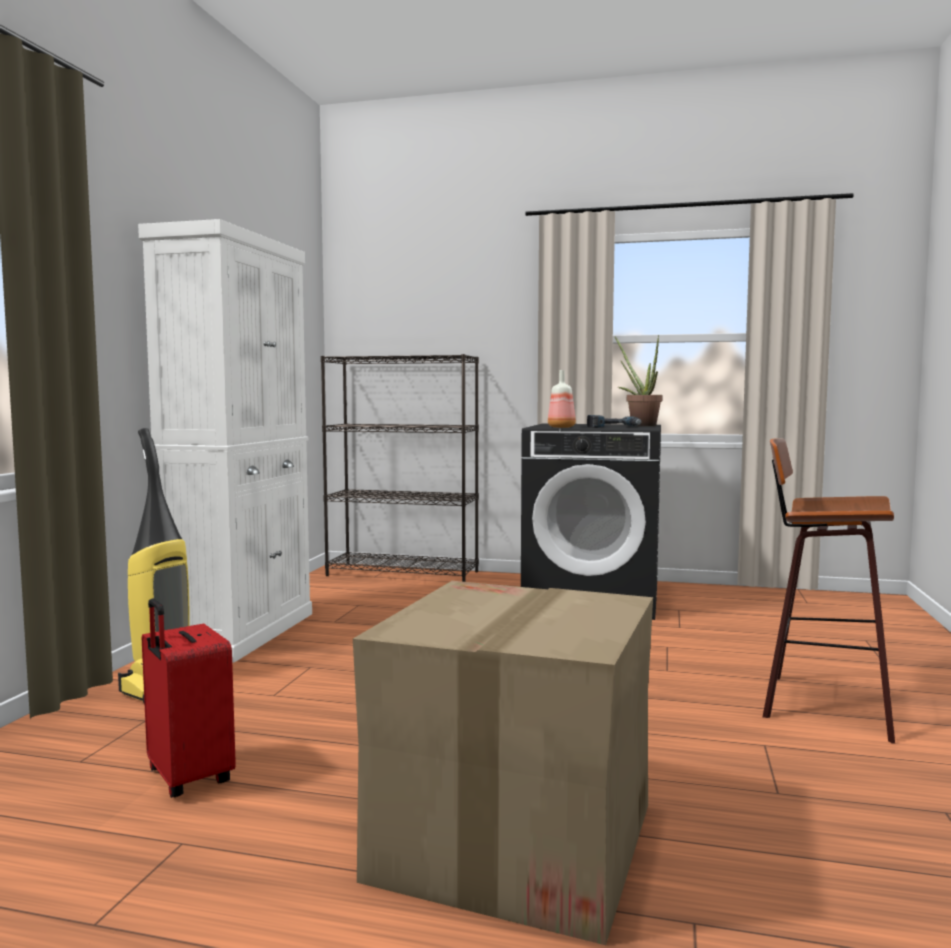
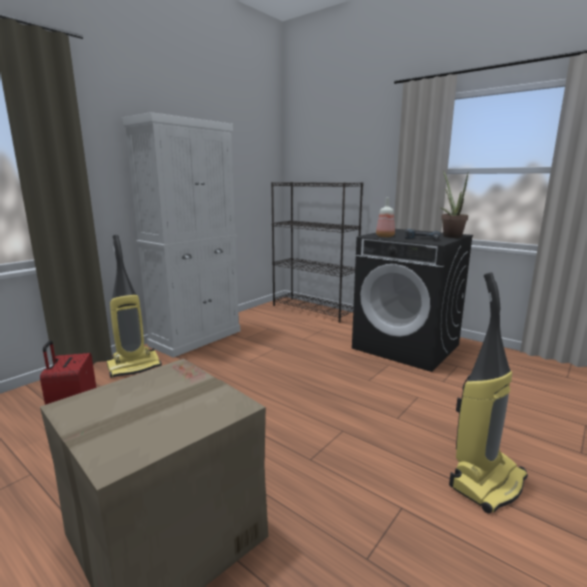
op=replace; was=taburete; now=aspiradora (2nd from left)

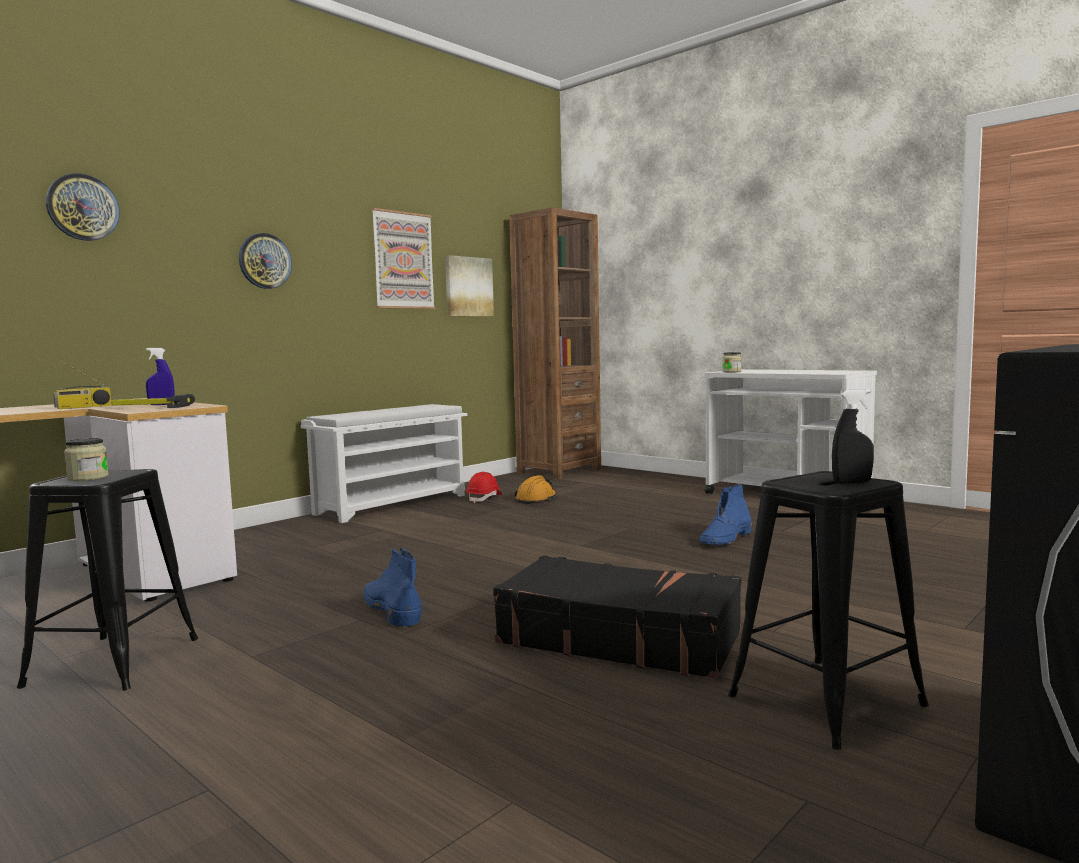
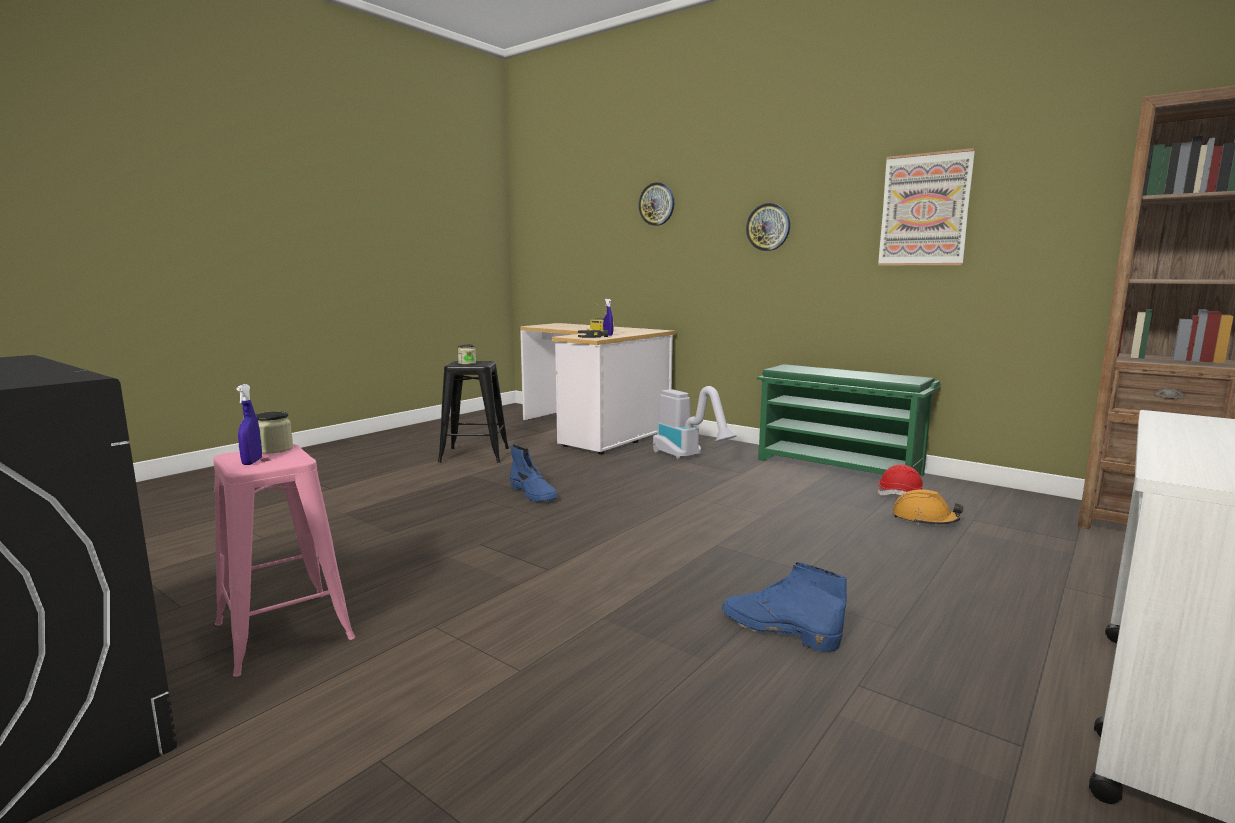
op=delete; was=cuadro (2nd from left)
op=delete; was=maleta (negro)
op=insert; now=aspiradora
op=move; was=tarro (2nd from left in the first image); now=tarro (1st from left)
op=recolor; was=zapatero (blanco); now=zapatero (verde)
op=recolor; was=taburete (negro) (2nd from left); now=taburete (rosa)
op=recolor; was=pulverizador (negro); now=pulverizador (azul) (1st from left)
op=rotate; was=bota (azul) (1st from left); clockwise=90

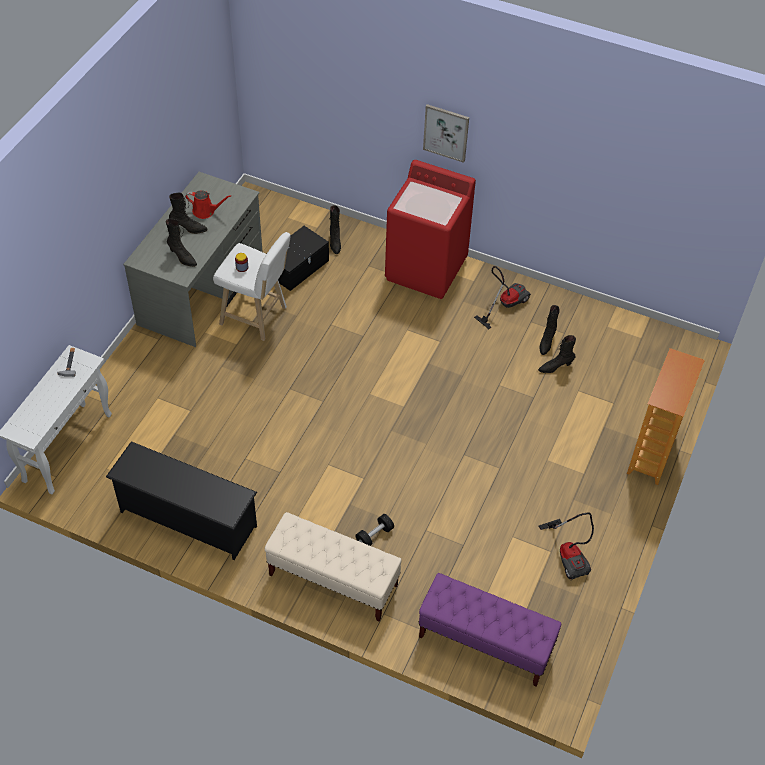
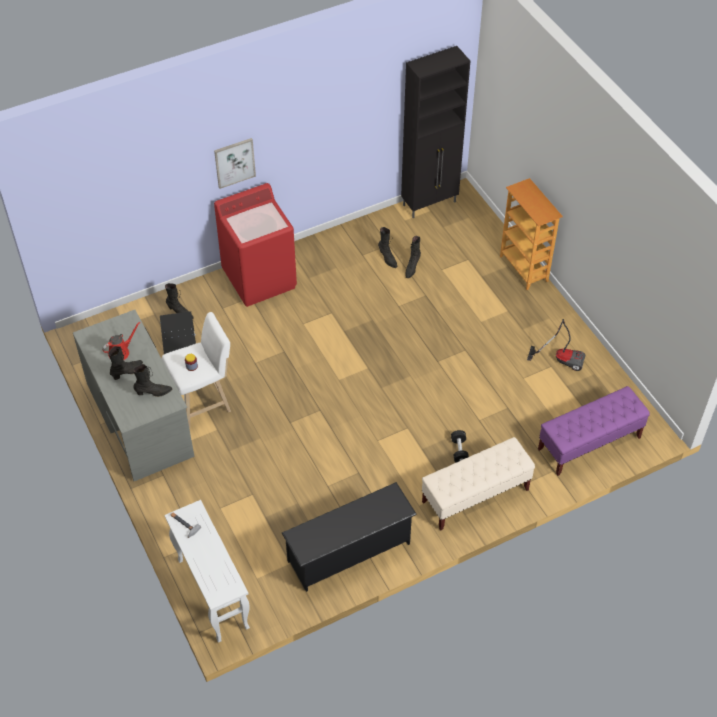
op=delete; was=aspiradora (1st from left)
op=insert; now=armario (negro)

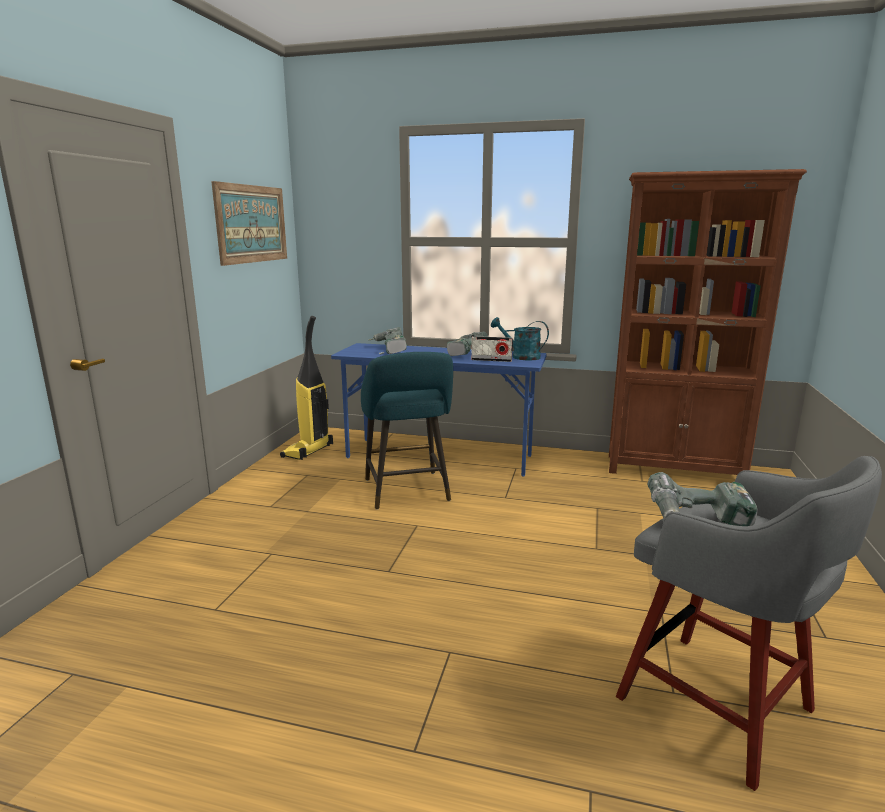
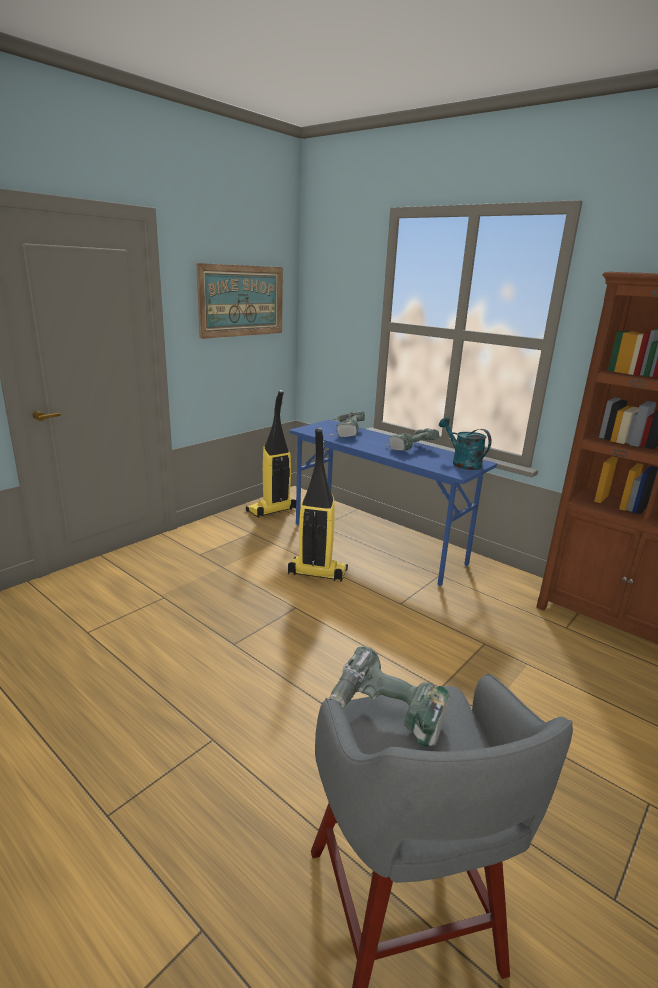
op=delete; was=radio
op=replace; was=taburete (turquesa); now=aspiradora (2nd from left)

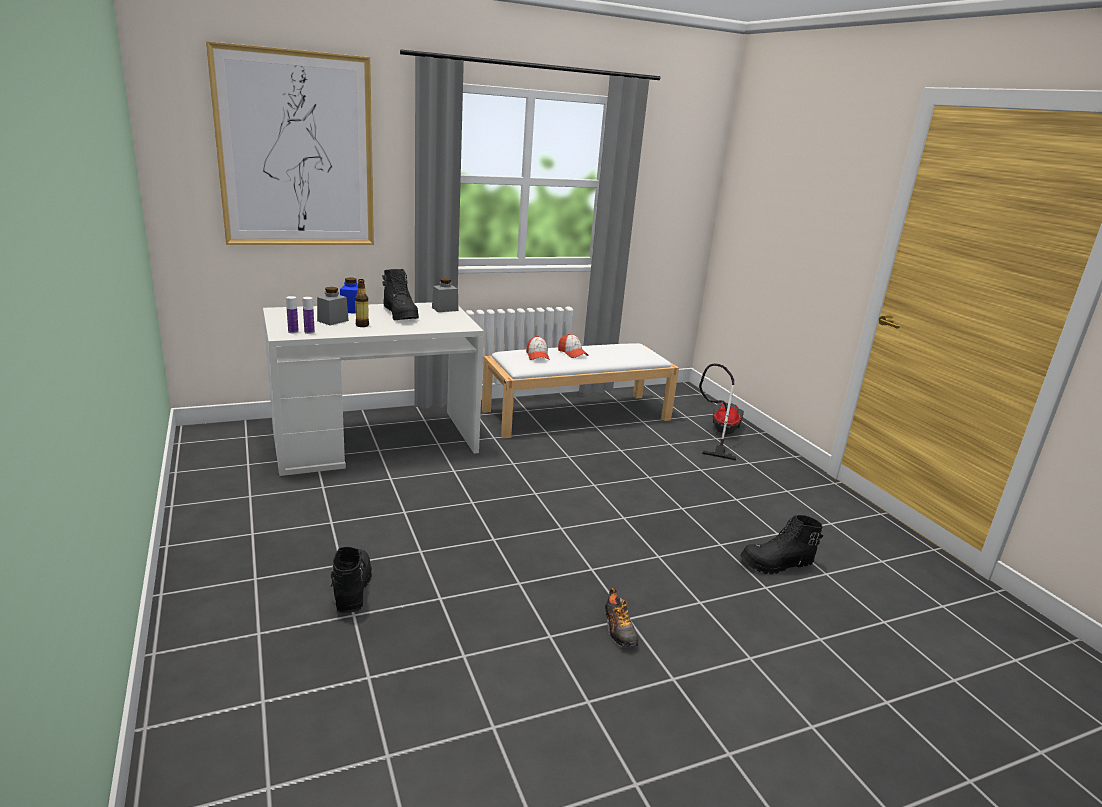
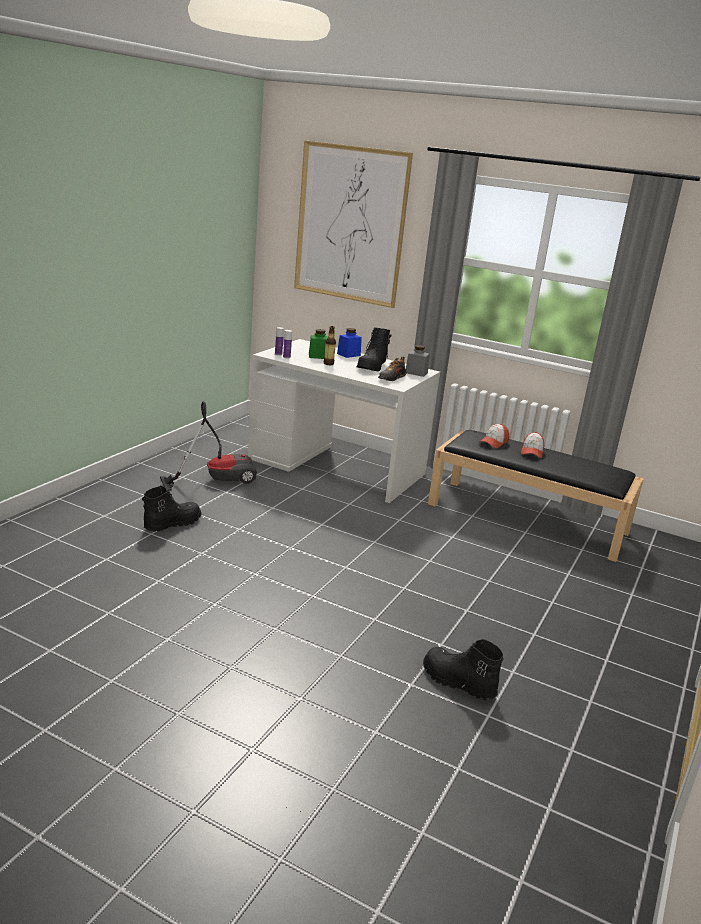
op=move; was=zapato
op=move; was=aspiradora
op=recolor; was=tarro (gris) (1st from left); now=tarro (verde)
op=recolor; was=banco (blanco); now=banco (negro)

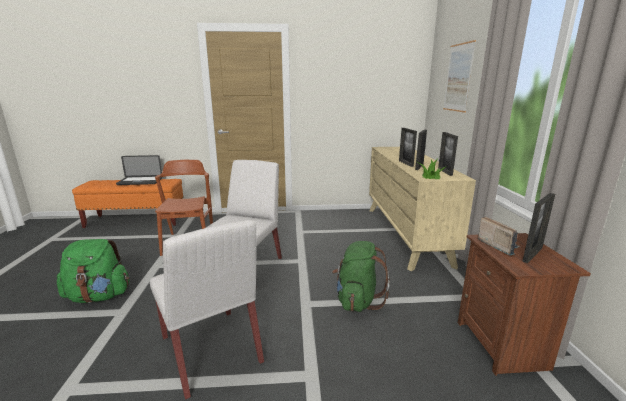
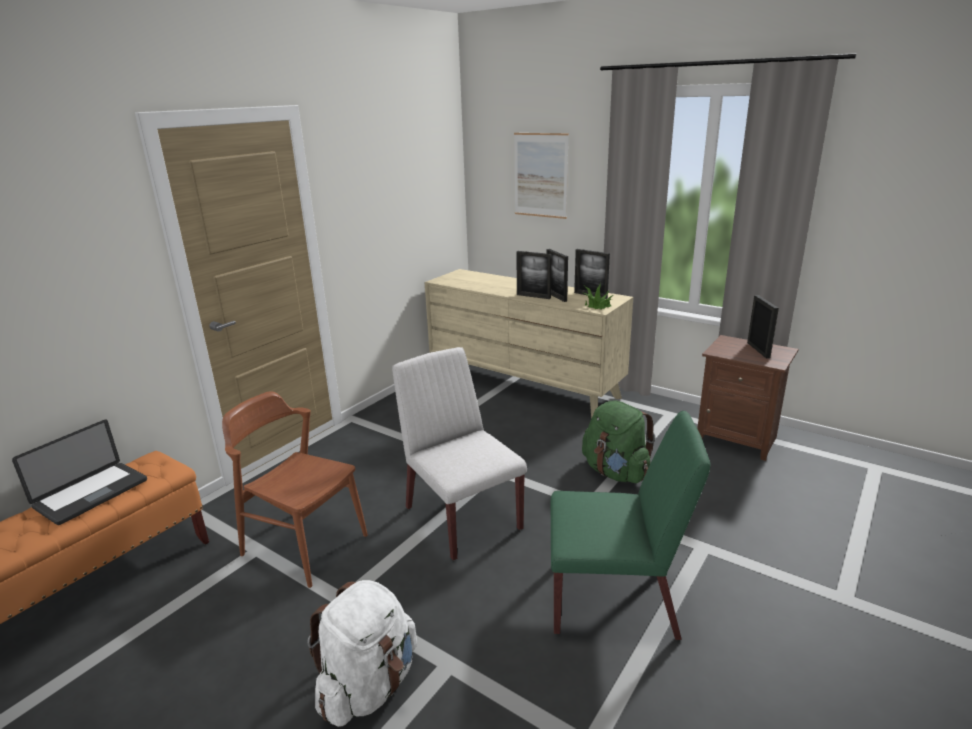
op=delete; was=radio
op=recolor; was=mochila (verde) (1st from left); now=mochila (blanco)
op=recolor; was=silla (blanco) (1st from left); now=silla (verde)

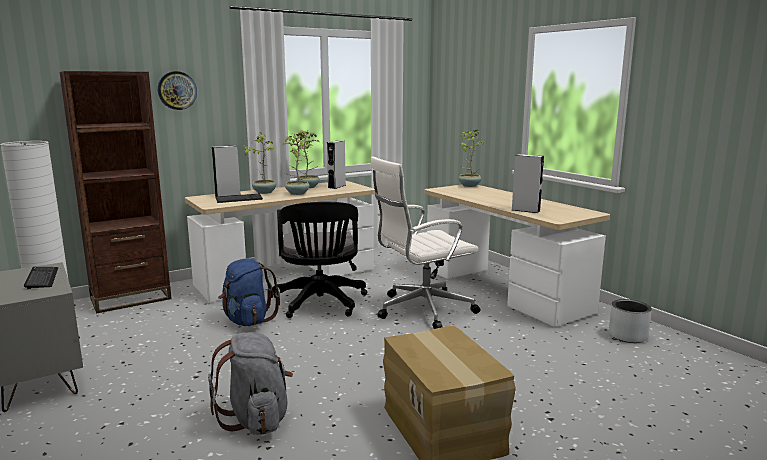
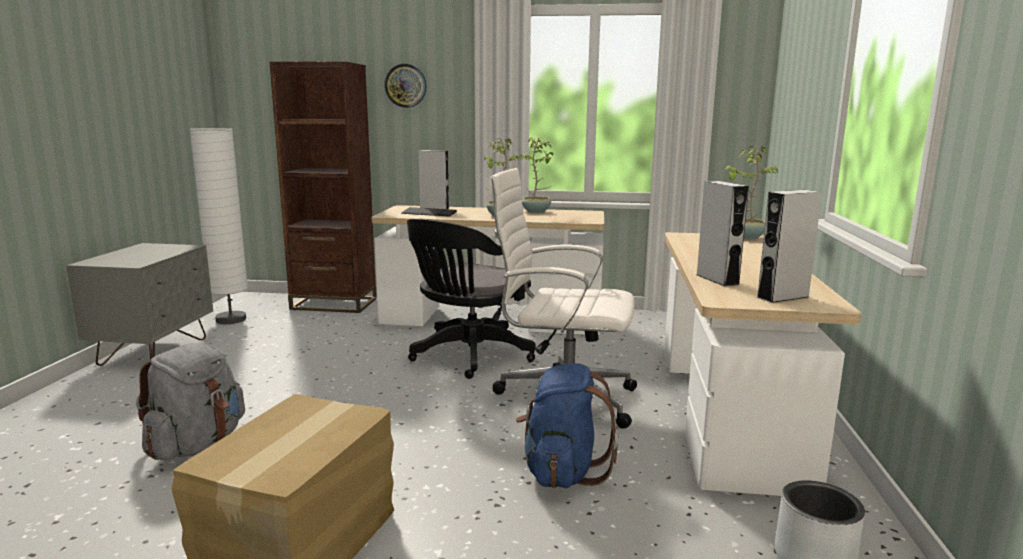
op=delete; was=teclado (1st from left)
op=delete; was=planta en maceta (1st from left)
op=move; was=mochila (azul)
op=move; was=altavoz (gris) (2nd from left in the first image); now=altavoz (gris) (3rd from left)

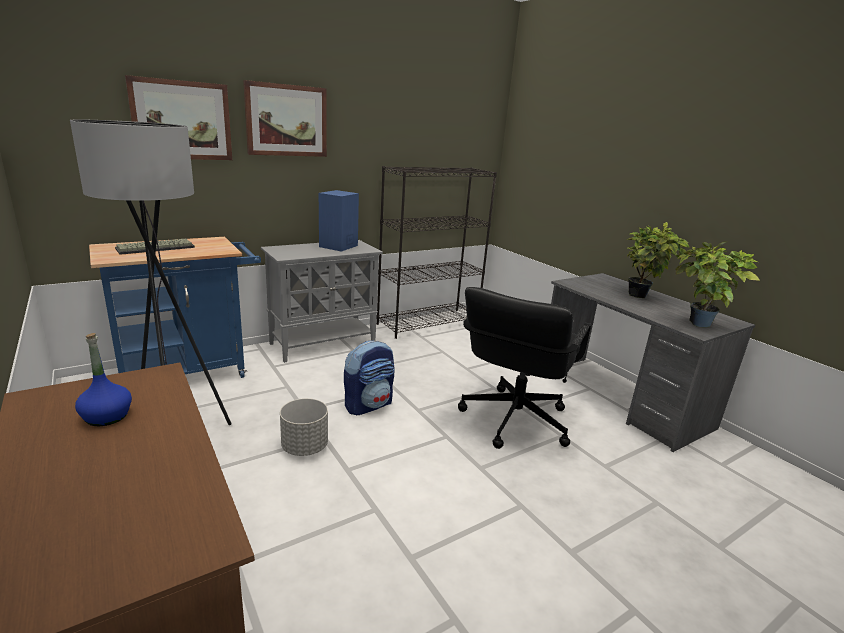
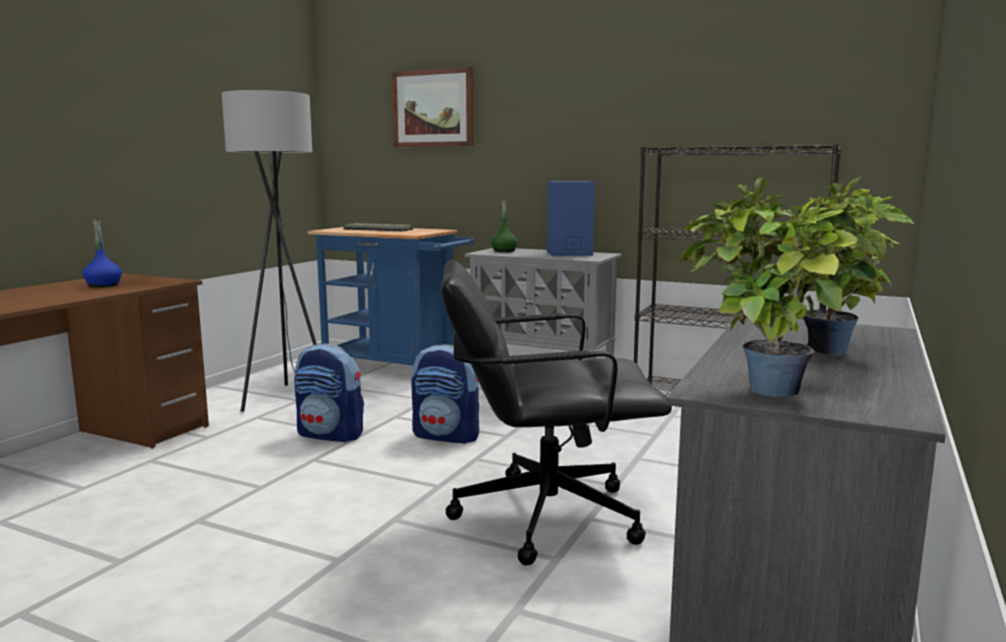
op=delete; was=cuadro (2nd from left)
op=insert; now=botella (verde)
op=replace; was=maceta (gris); now=mochila (1st from left)

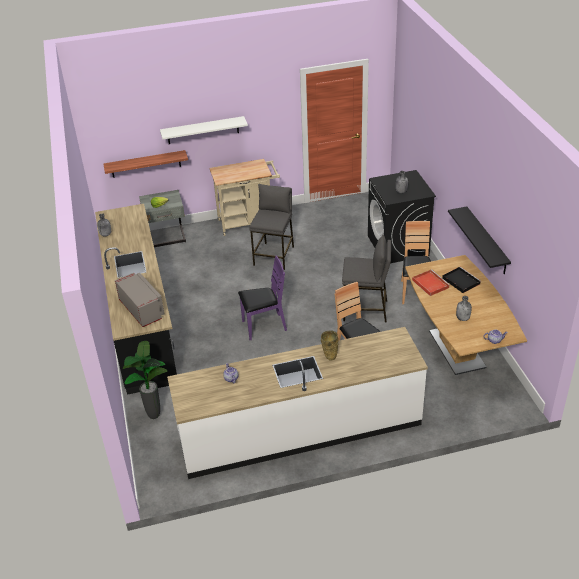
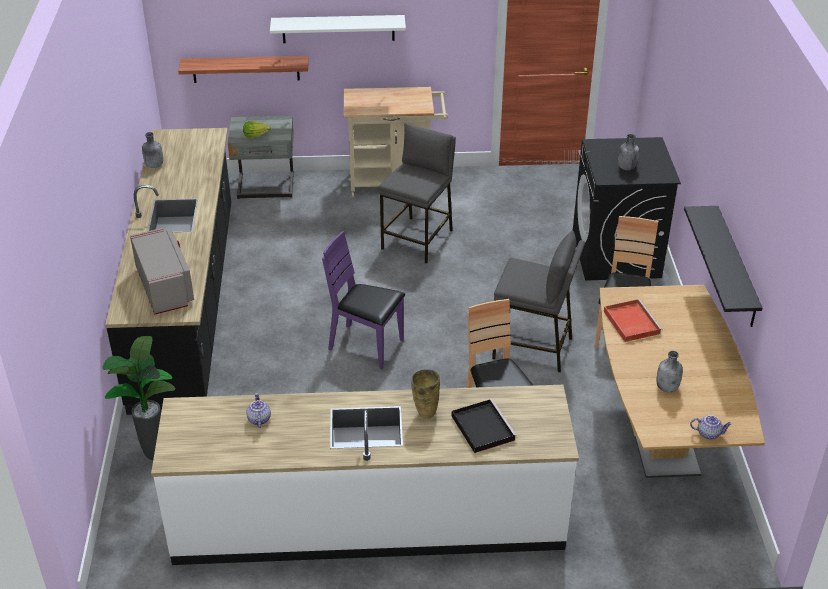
op=move; was=bandeja (negro)
op=rotate; was=silla (morado); clockwise=-150

